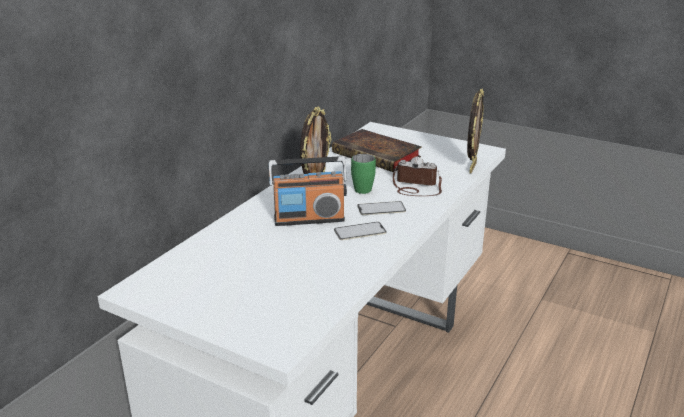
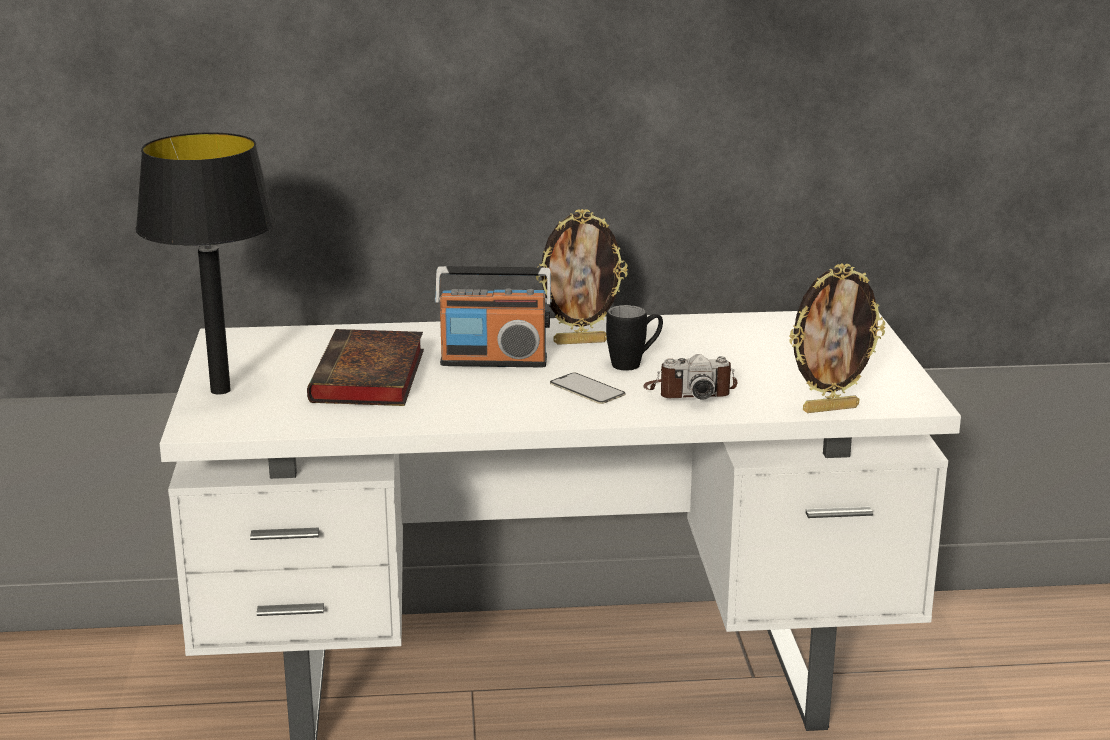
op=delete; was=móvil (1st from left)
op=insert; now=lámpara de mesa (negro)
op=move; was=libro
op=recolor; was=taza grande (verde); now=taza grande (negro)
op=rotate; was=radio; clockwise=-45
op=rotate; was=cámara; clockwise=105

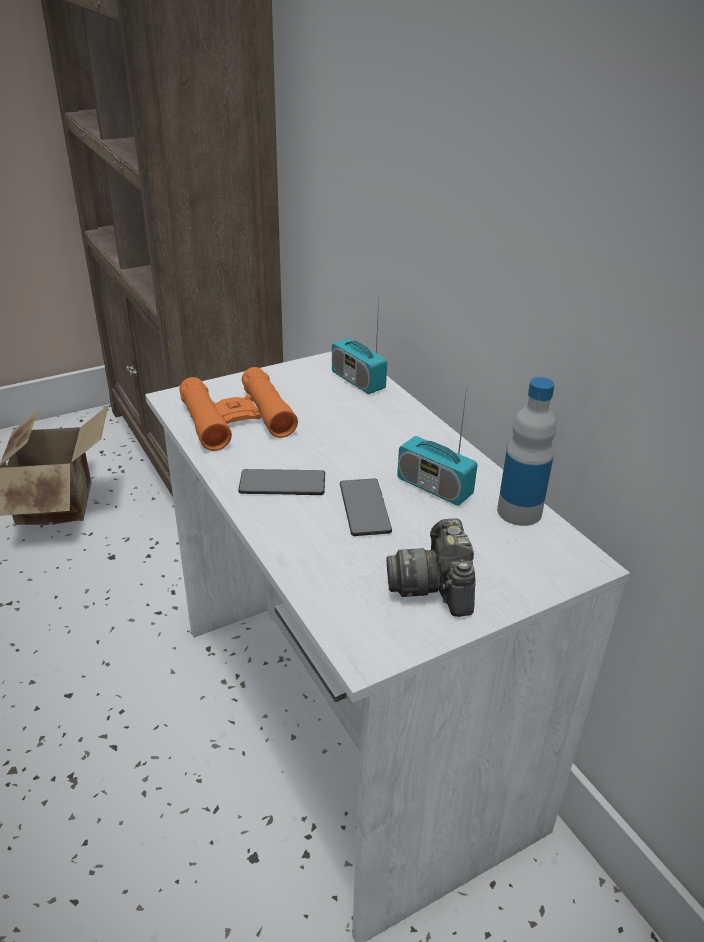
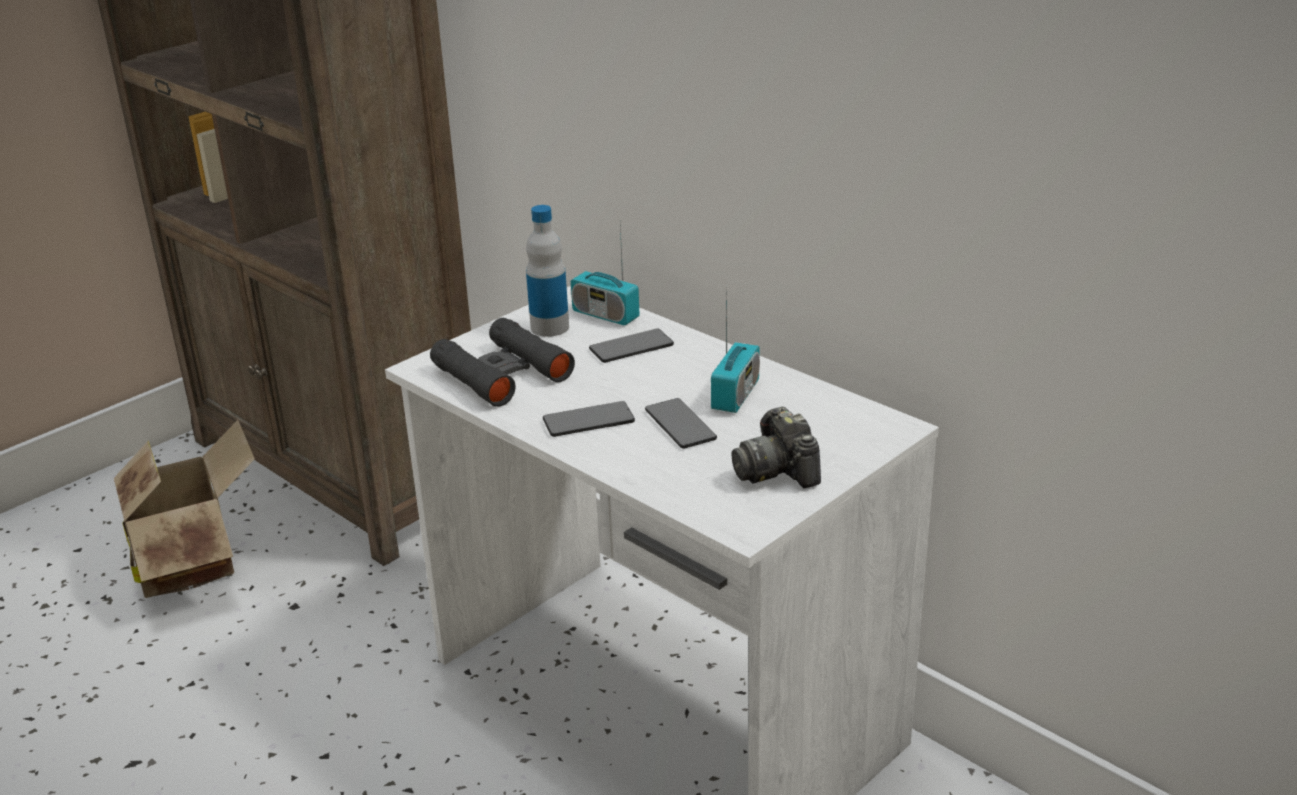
op=insert; now=móvil (2nd from left)
op=move; was=botella
op=recolor; was=prismáticos (naranja); now=prismáticos (negro)
op=rotate; was=radio (2nd from left); clockwise=-90

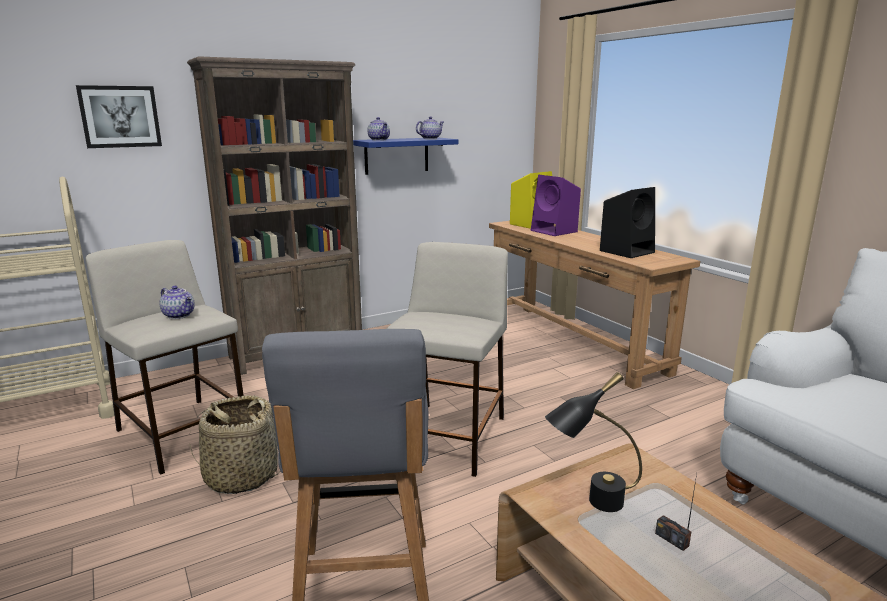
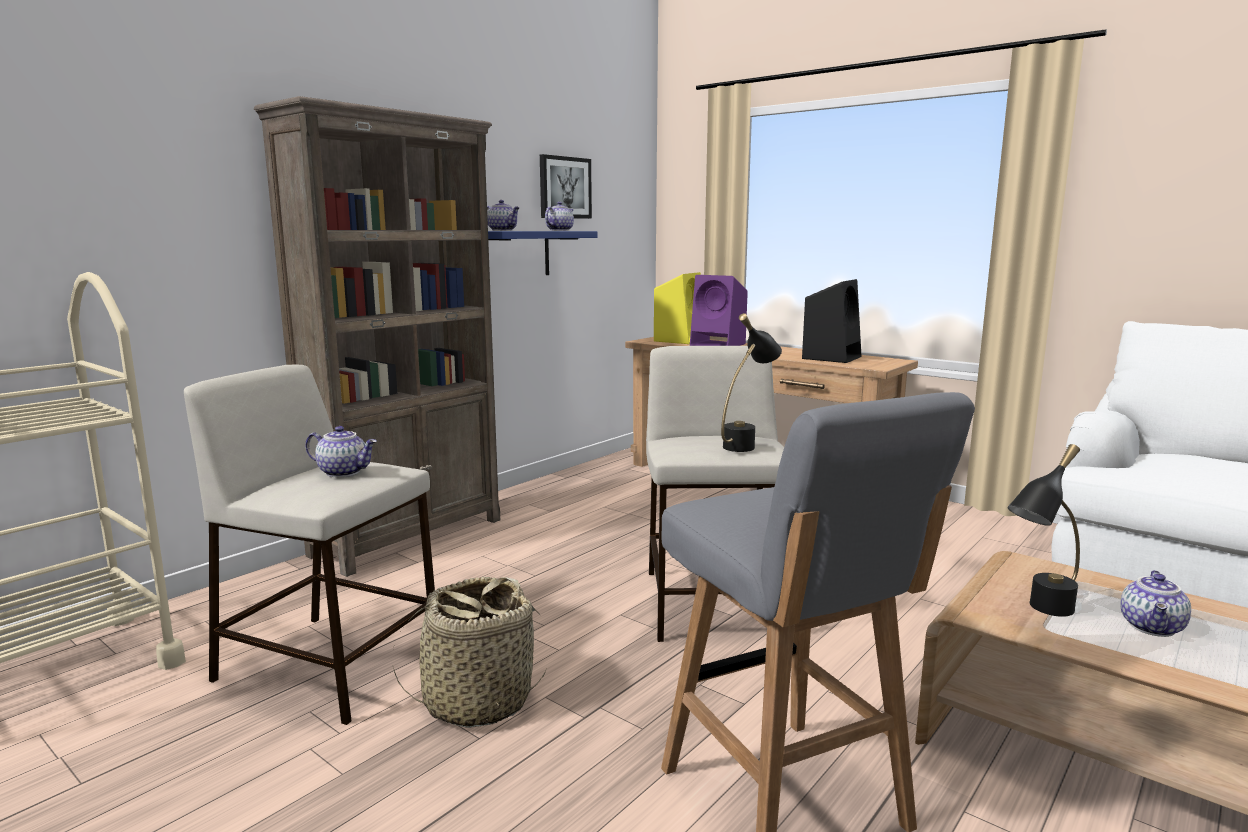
op=insert; now=lámpara de mesa (negro) (1st from left)
op=move; was=cuadro
op=replace; was=radio; now=tetera (4th from left)

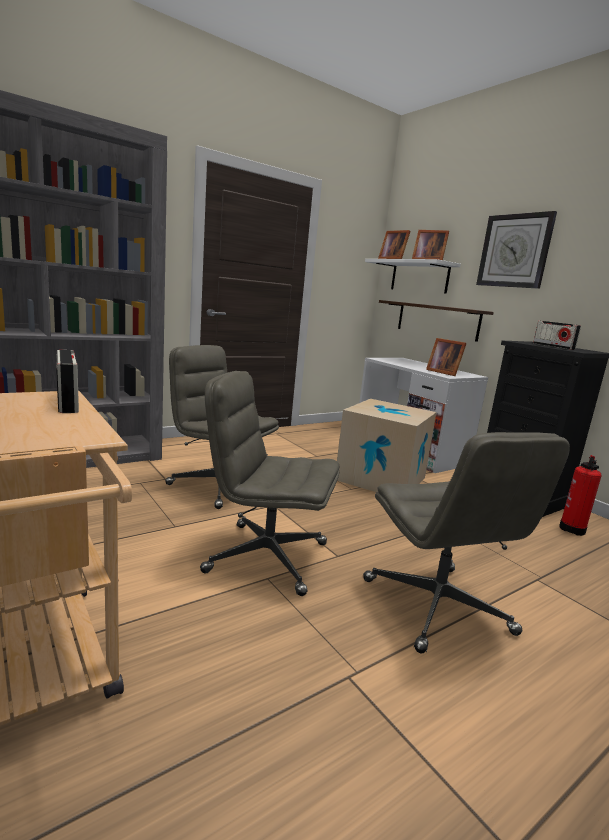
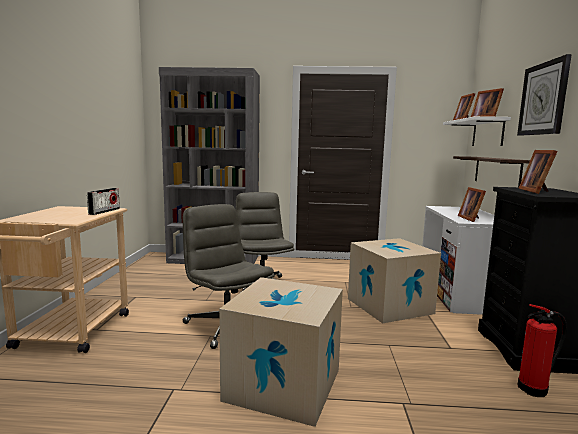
op=replace; was=silla de oficina (gris) (3rd from left); now=caja de cartón (1st from left)
op=replace; was=radio (2nd from left); now=portarretratos (4th from left)

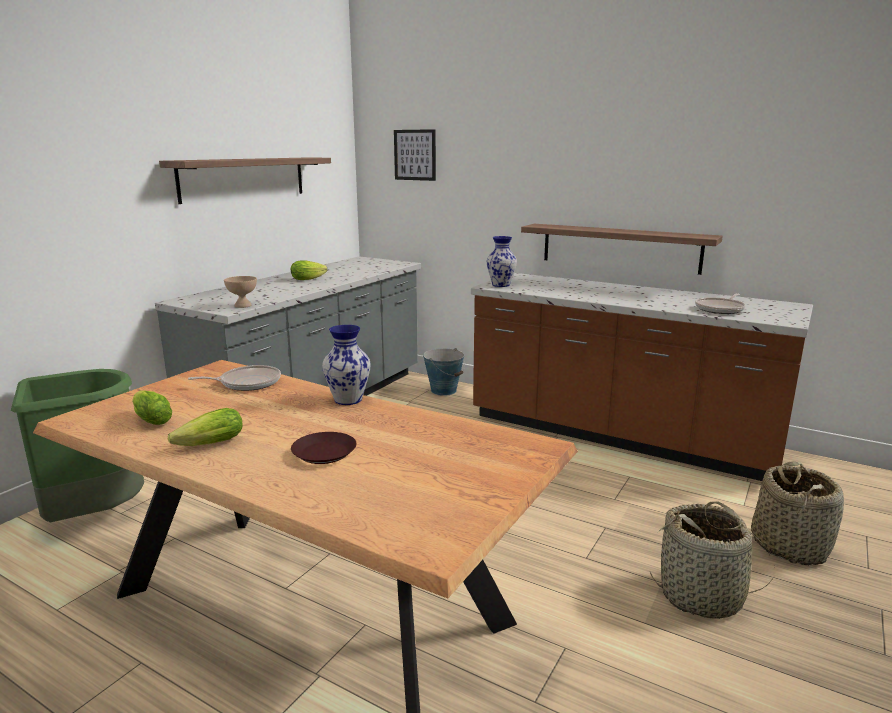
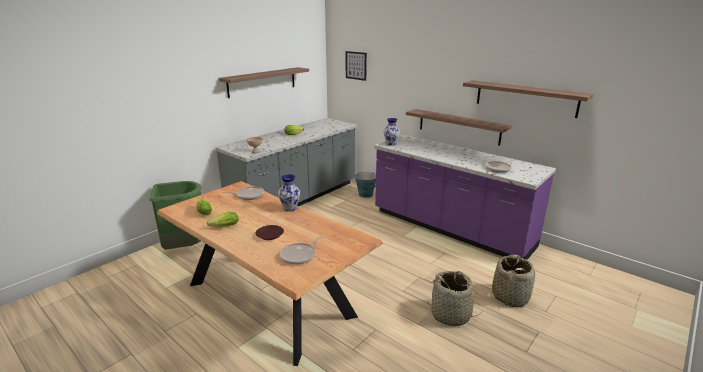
op=insert; now=sartén (2nd from left)
op=insert; now=estante (3rd from left)
op=recolor; was=mueble bajo de cocina (marrón); now=mueble bajo de cocina (morado)

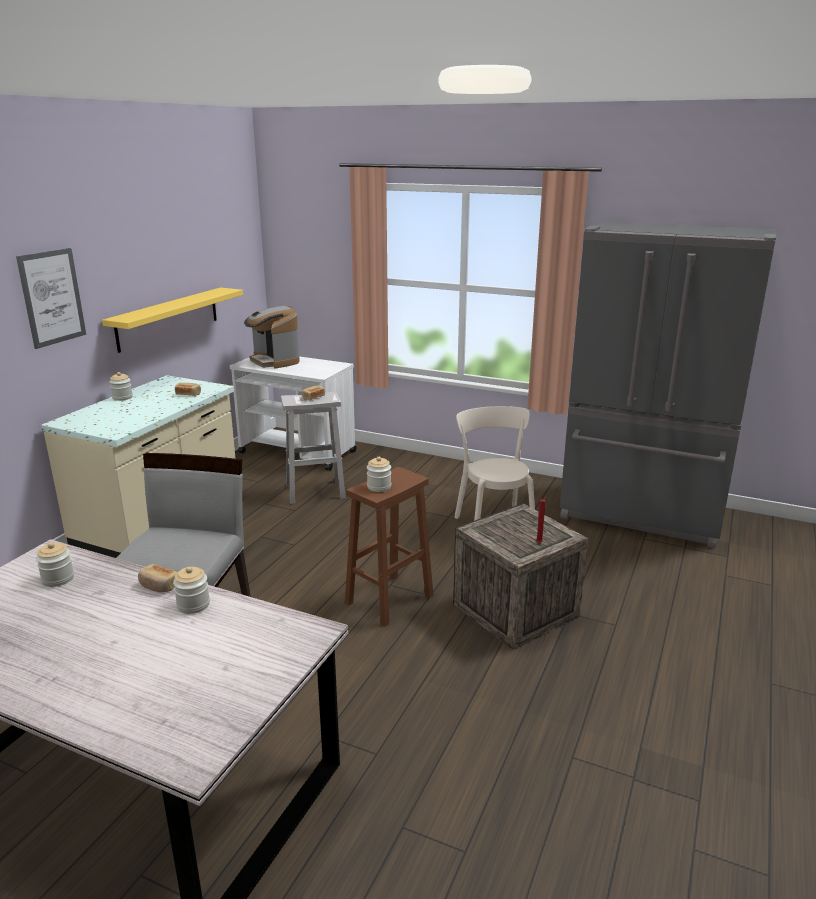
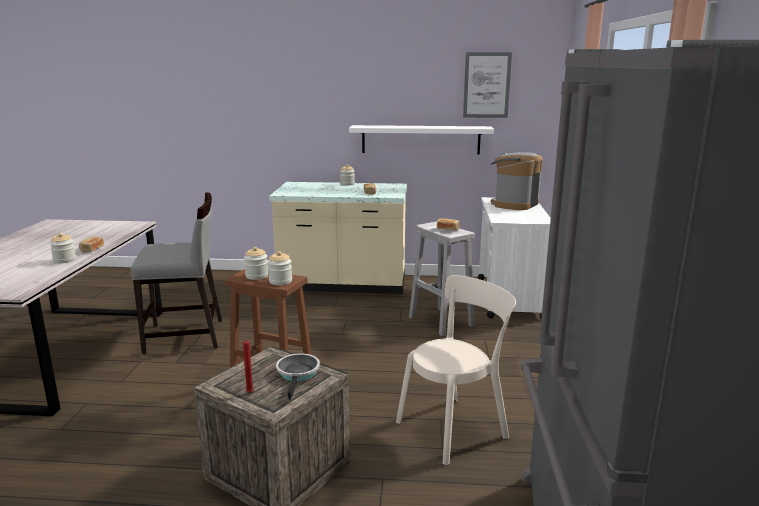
op=insert; now=sartén
op=move; was=cuadro
op=move; was=tarro (1st from left in the first image); now=tarro (3rd from left)
op=recolor; was=estante (amarillo); now=estante (blanco)

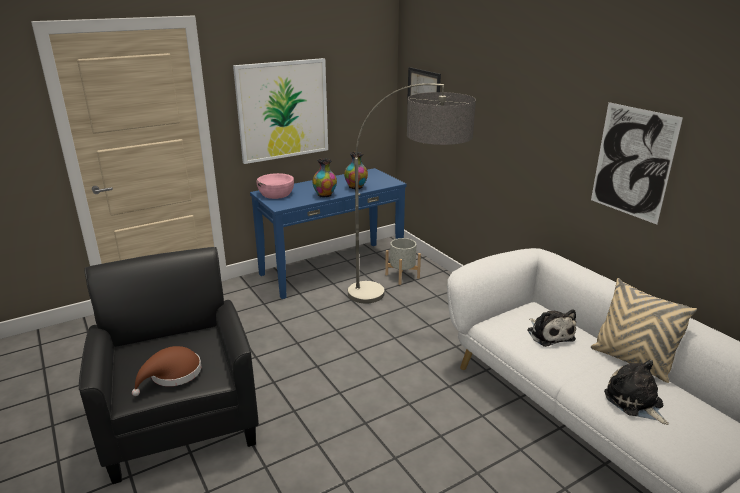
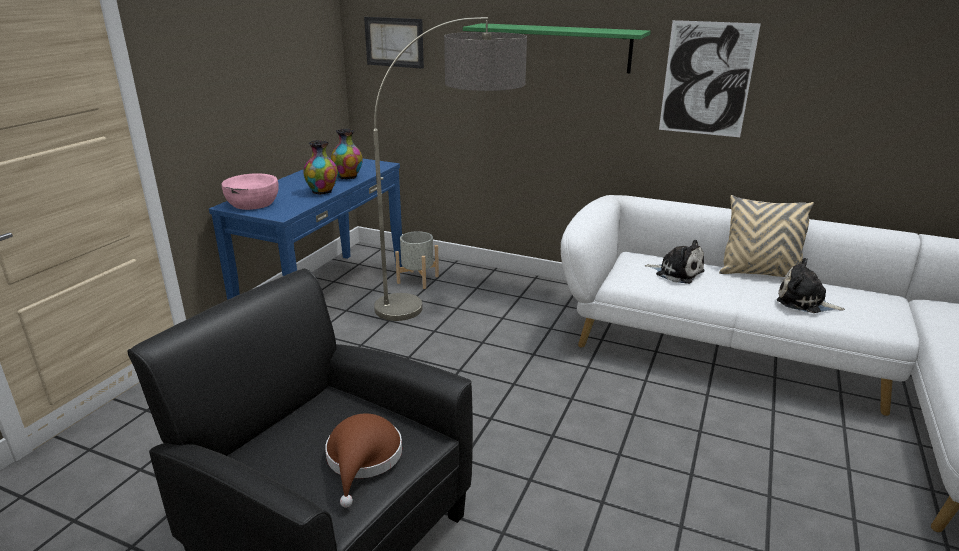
op=delete; was=cuadro (1st from left)
op=insert; now=estante (verde)

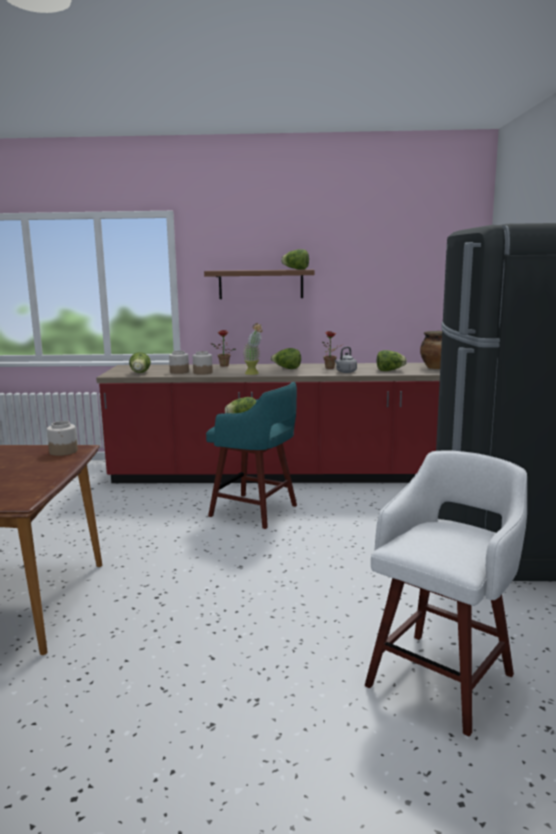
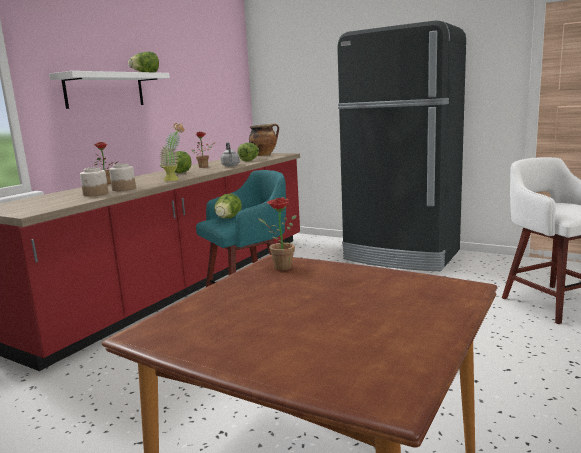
op=delete; was=lechuga (1st from left)
op=replace; was=tarro (1st from left); now=planta en maceta (4th from left)
op=recolor; was=estante (marrón); now=estante (blanco)

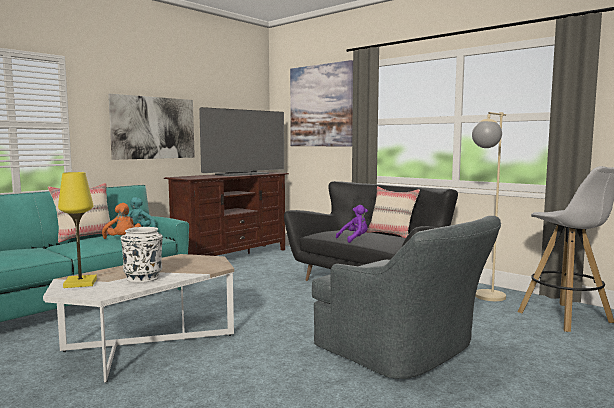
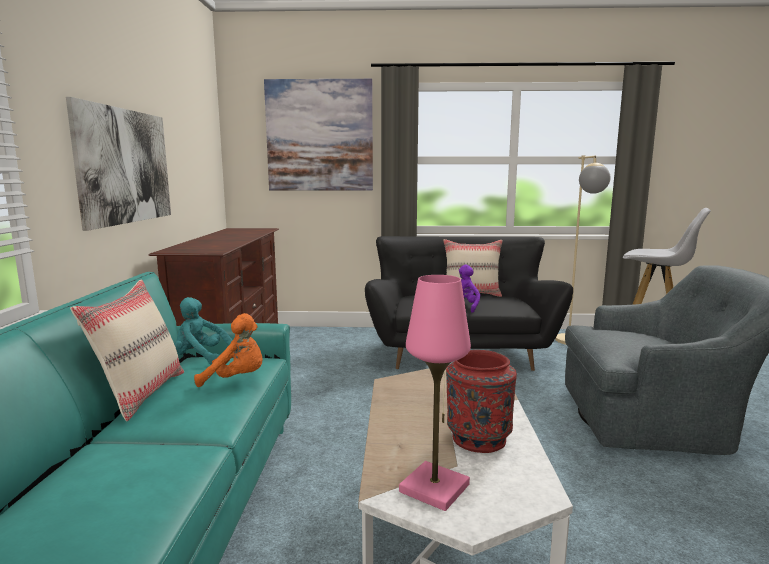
op=delete; was=televisor
op=recolor; was=lámpara de mesa (amarillo); now=lámpara de mesa (rosa)
op=recolor; was=florero (blanco); now=florero (rojo)

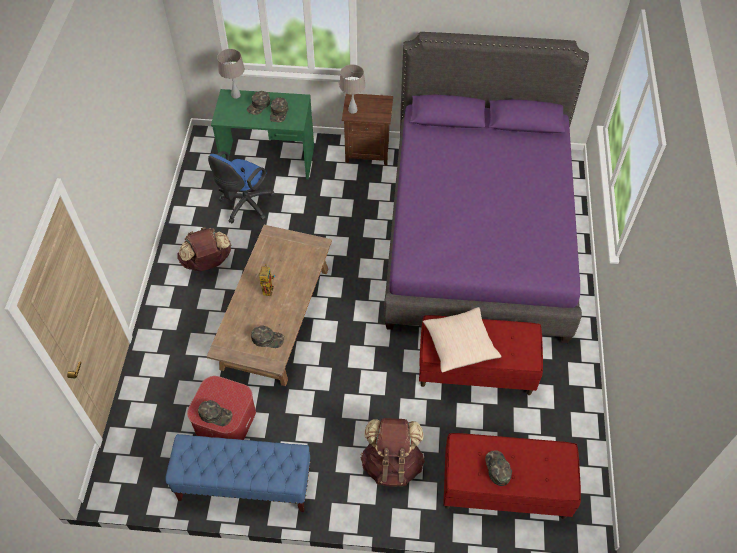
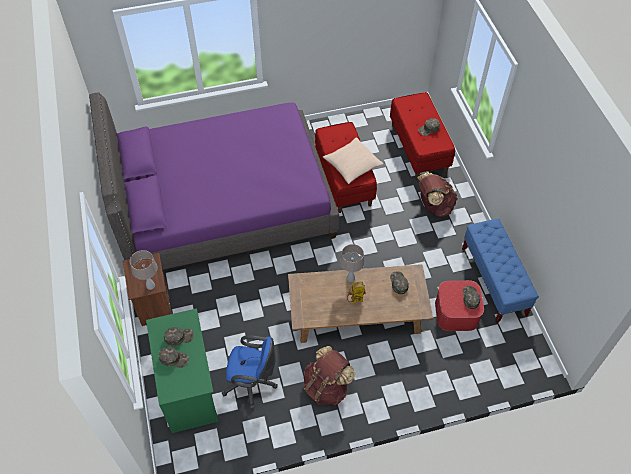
op=move; was=lámpara de mesa (beis) (1st from left in the first image); now=lámpara de mesa (beis) (2nd from left)

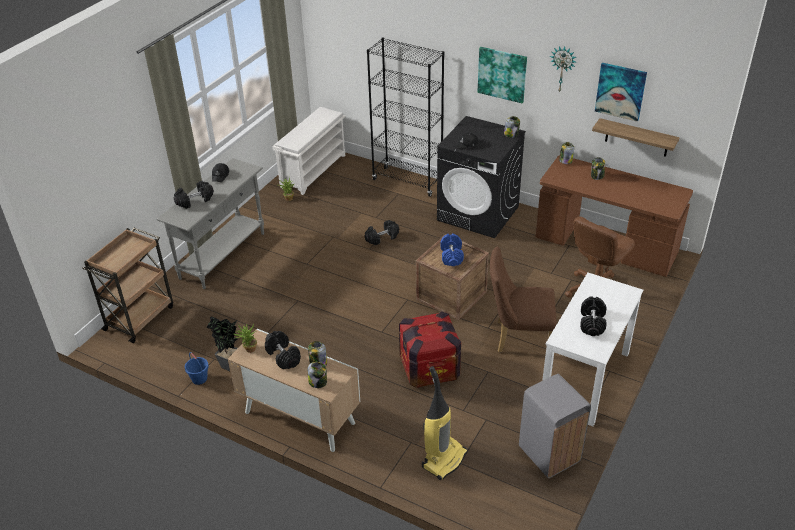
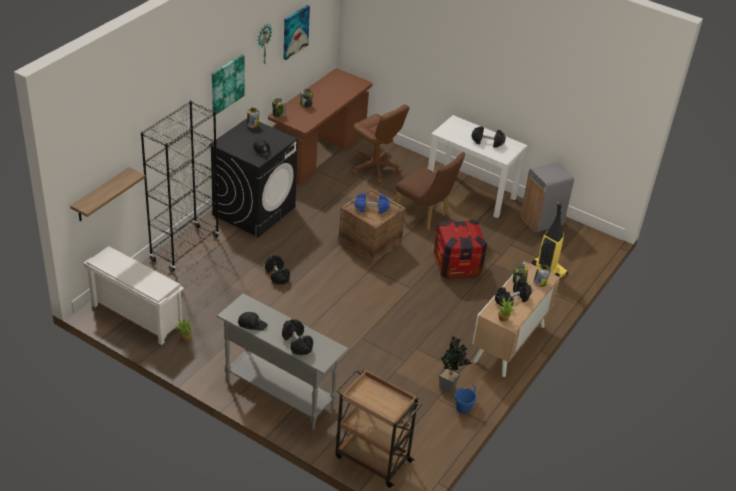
op=move; was=estante
op=rotate; was=silla (marrón); clockwise=-60

